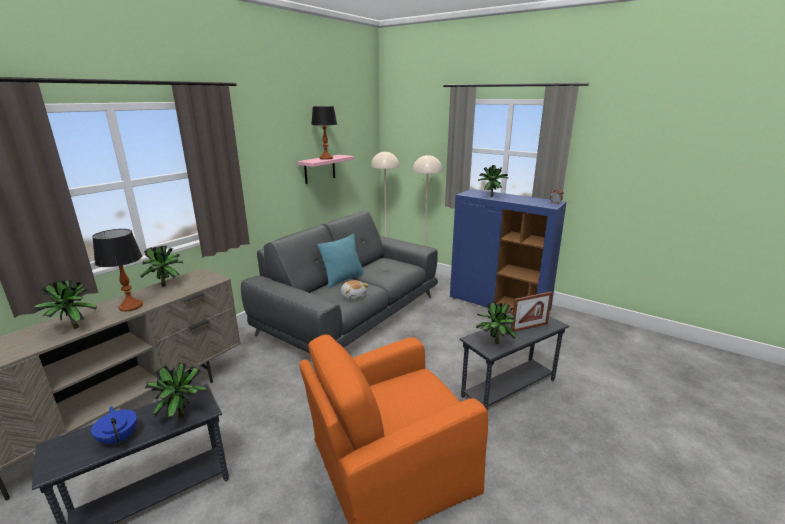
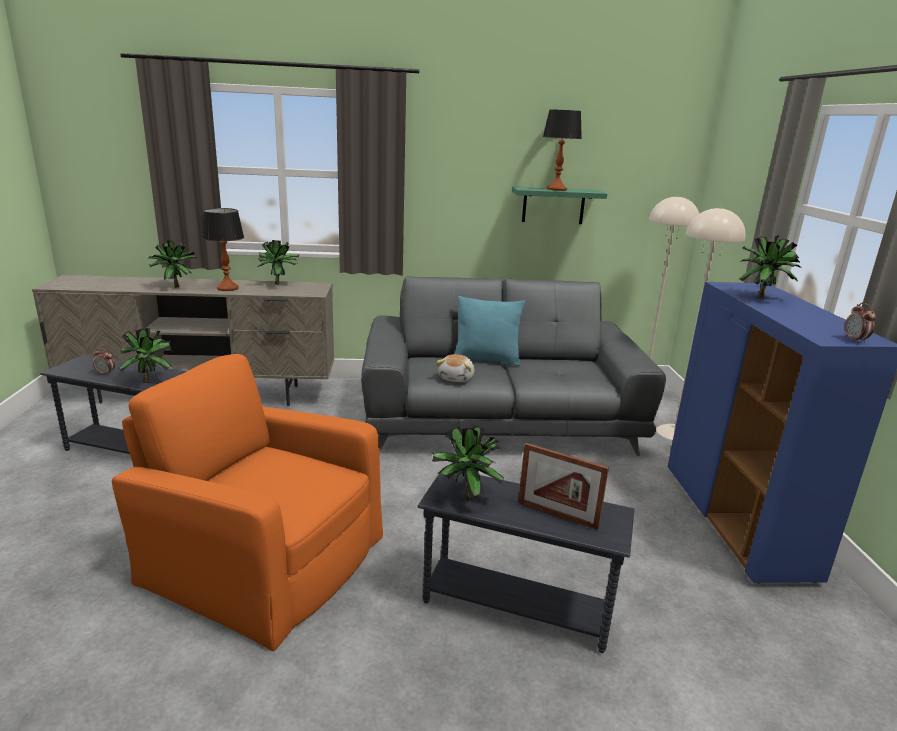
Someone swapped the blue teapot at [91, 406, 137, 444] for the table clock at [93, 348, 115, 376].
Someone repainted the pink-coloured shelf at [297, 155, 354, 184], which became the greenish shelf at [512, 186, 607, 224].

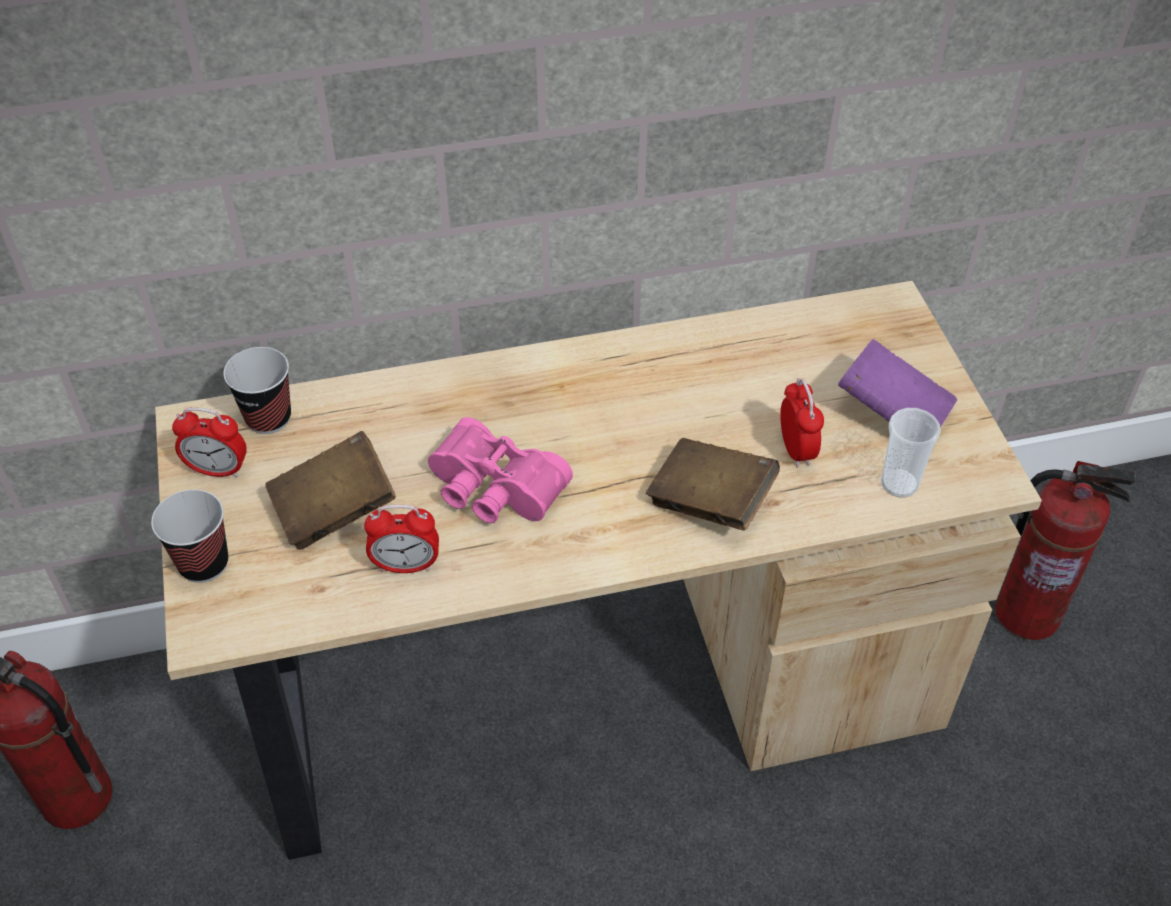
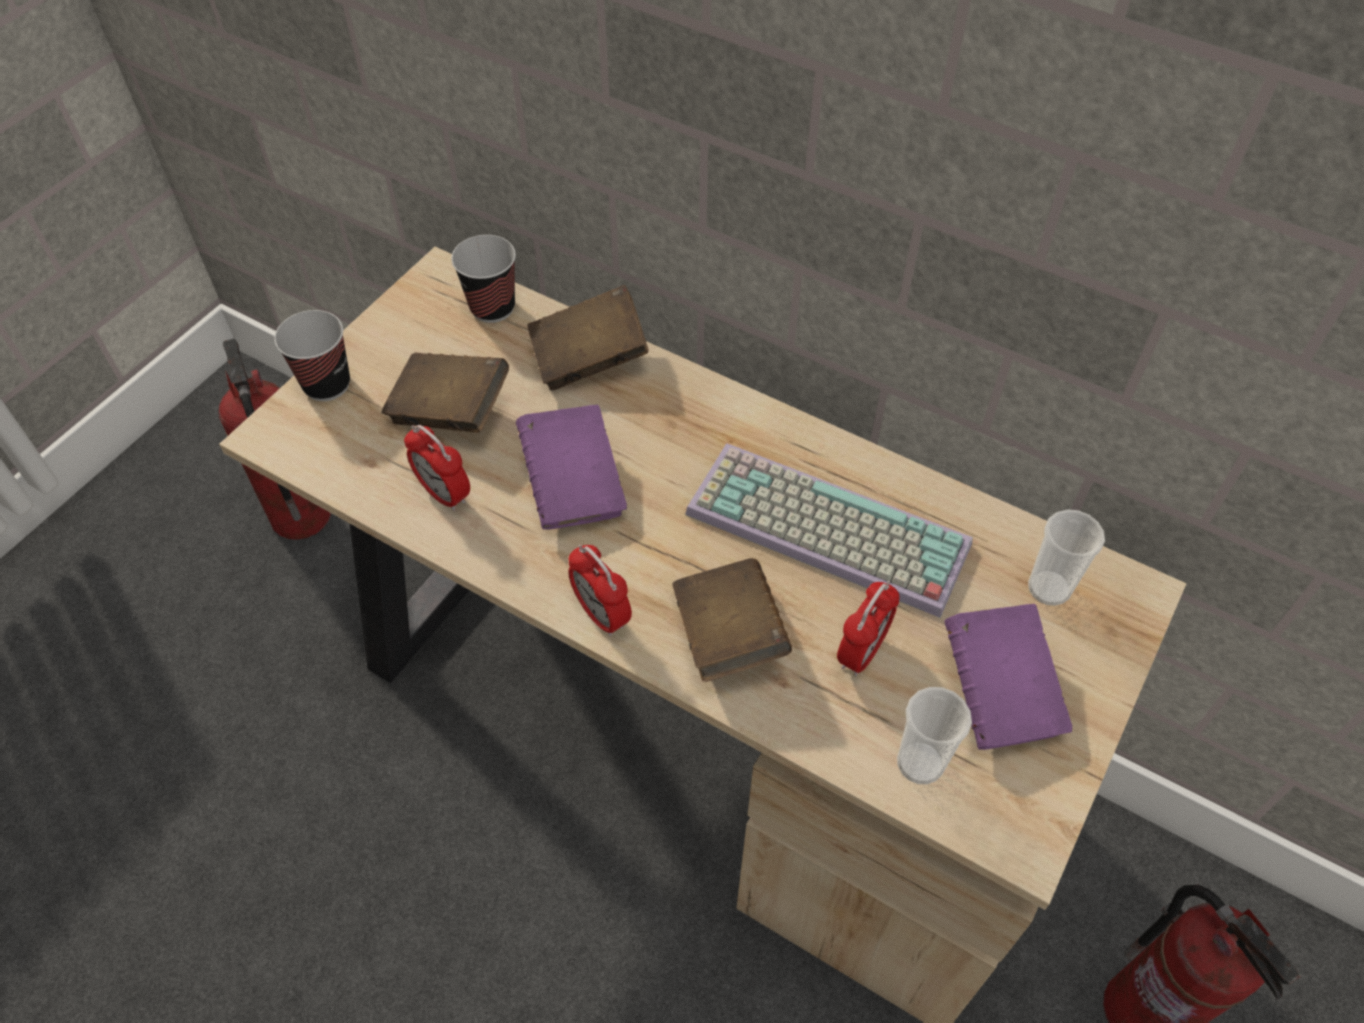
Someone carried the table clock from [172, 407, 247, 477] to [568, 545, 632, 636].
Someone swapped the pink-coloured binoculars at [428, 417, 573, 523] for the purplish book at [516, 405, 627, 530].
Someone put down the brown-coloured book at [527, 285, 649, 390].
Someone put down the computer keyboard at [685, 443, 973, 618].
Someone put down the drinking cup at [1028, 509, 1105, 606].

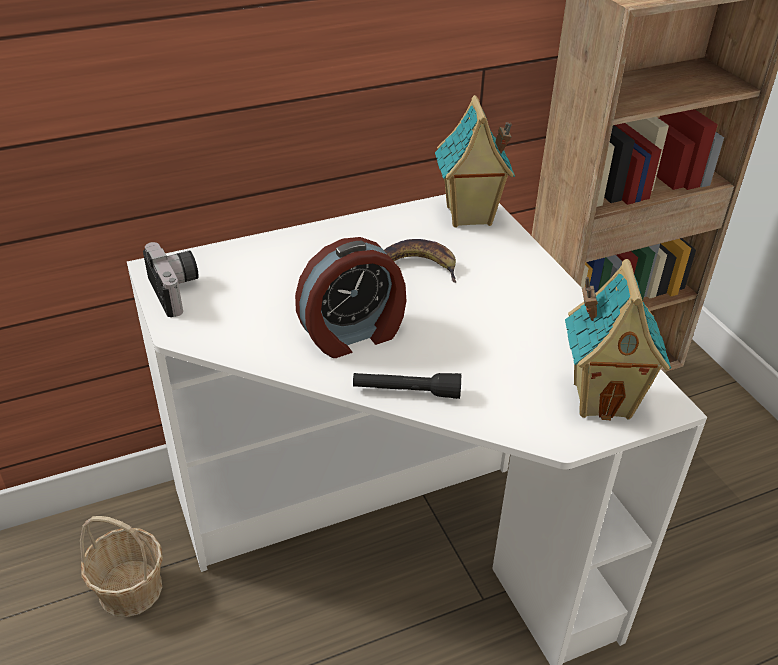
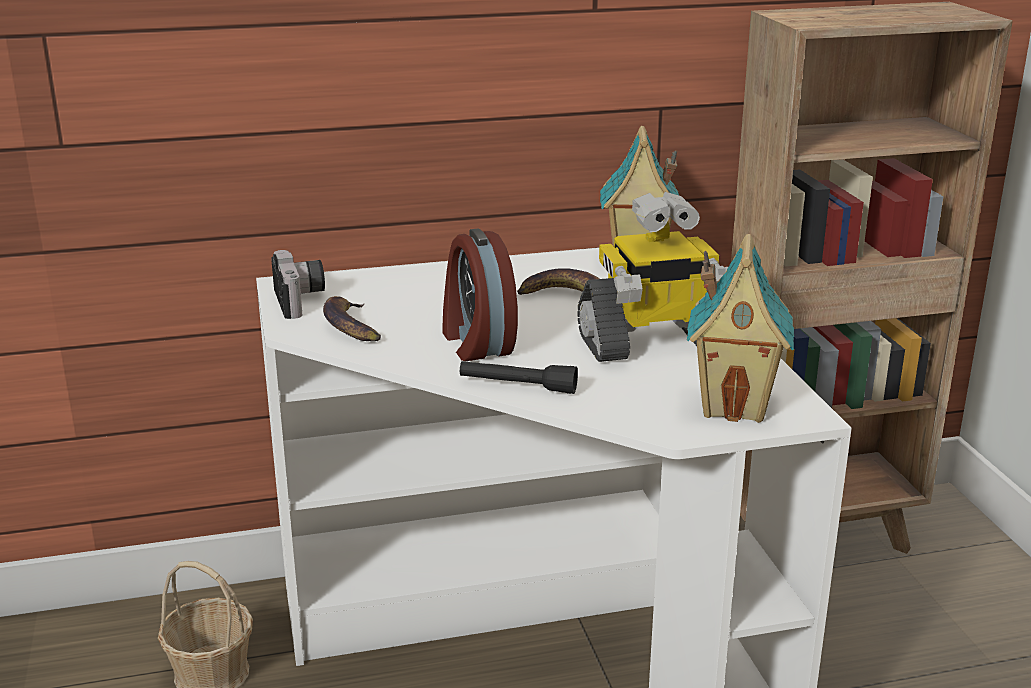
Someone rotated the table clock at [295, 237, 406, 358] by 90 degrees clockwise.
Someone put down the banana fruit at [323, 296, 381, 341].
Someone put down the robot figure at [577, 192, 728, 362].

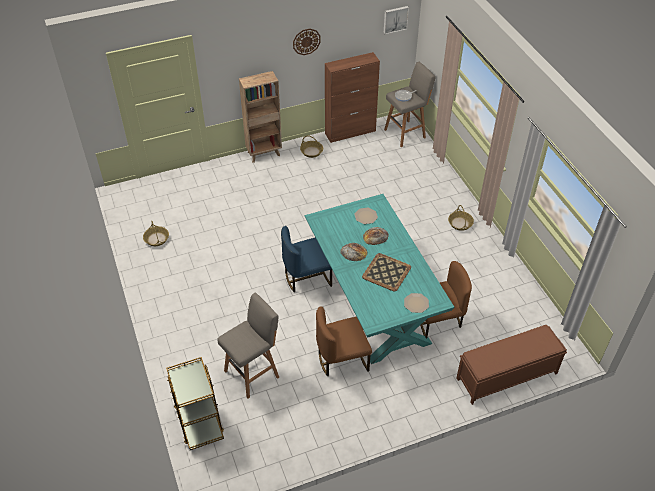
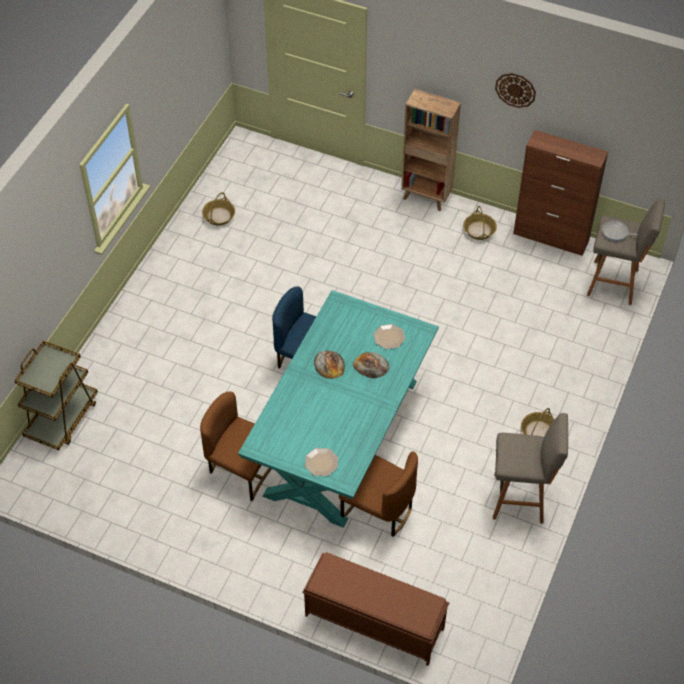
Someone carried the grey sitting stool from [217, 293, 279, 398] to [493, 413, 568, 524].
Someone took away the carrying tray at [362, 253, 411, 291].
Someone took away the wall art at [384, 6, 409, 34].

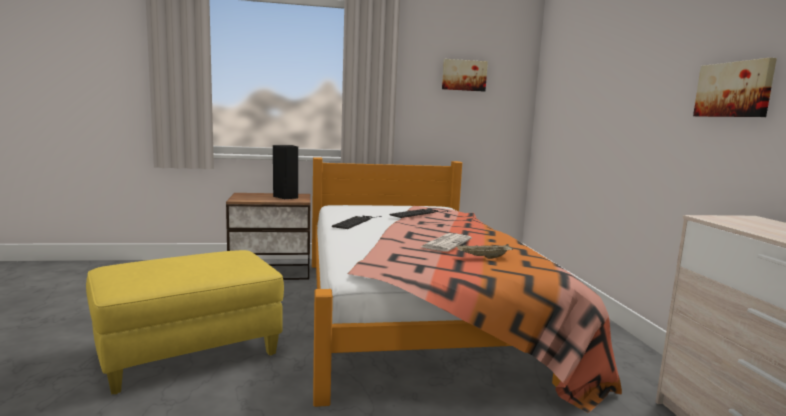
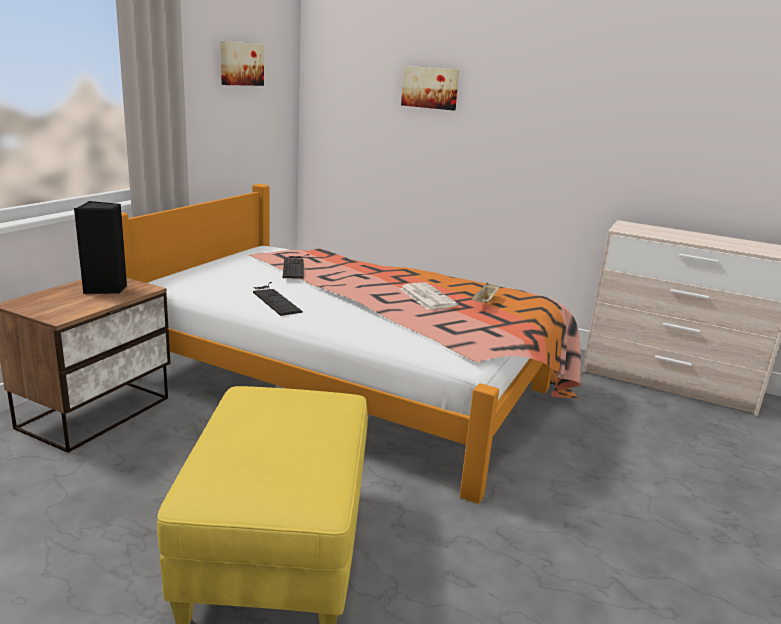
Someone carried the wall art from [693, 58, 777, 117] to [401, 66, 459, 110].

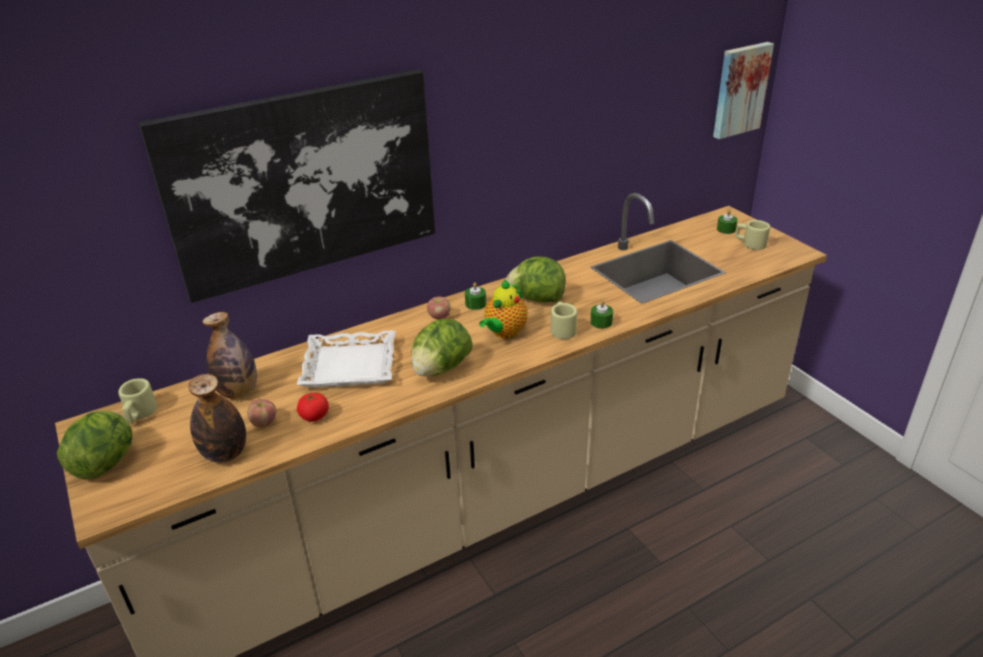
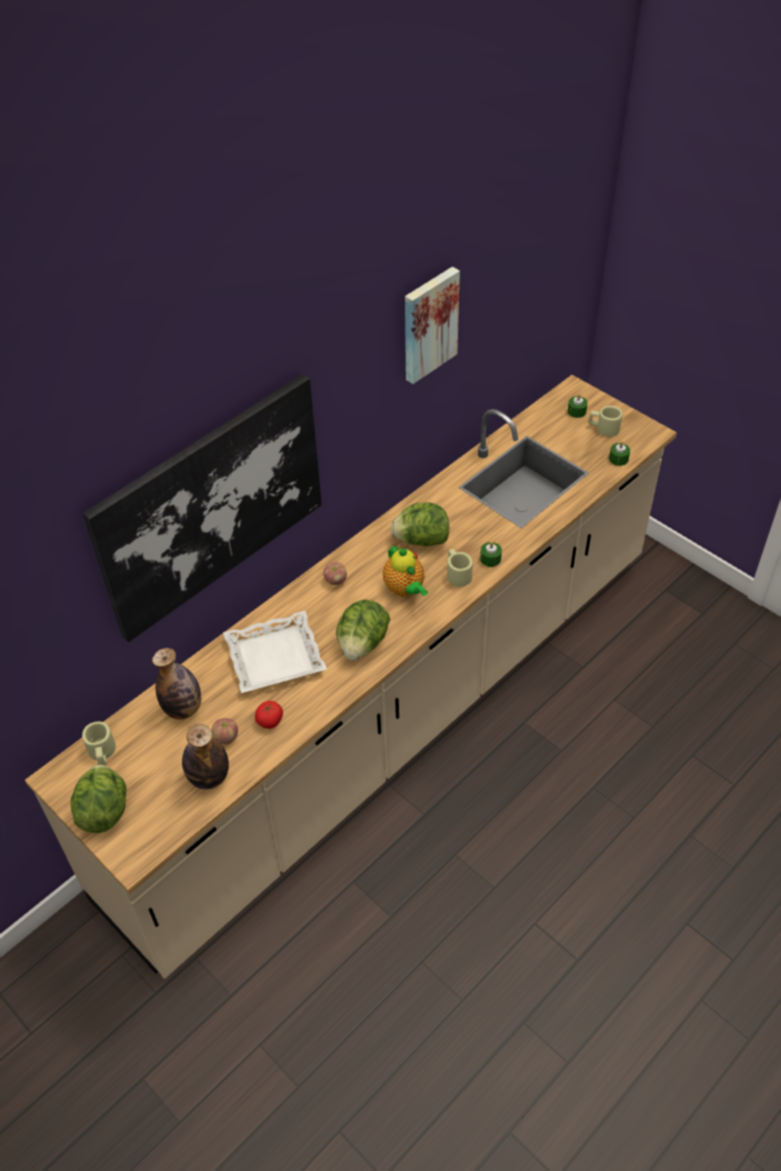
Someone carried the greenish wax light from [465, 282, 486, 310] to [609, 441, 630, 466].
Someone rotated the teapot at [479, 280, 528, 339] by 45 degrees counterclockwise.
Someone carried the wall art from [713, 42, 774, 139] to [405, 267, 460, 384].

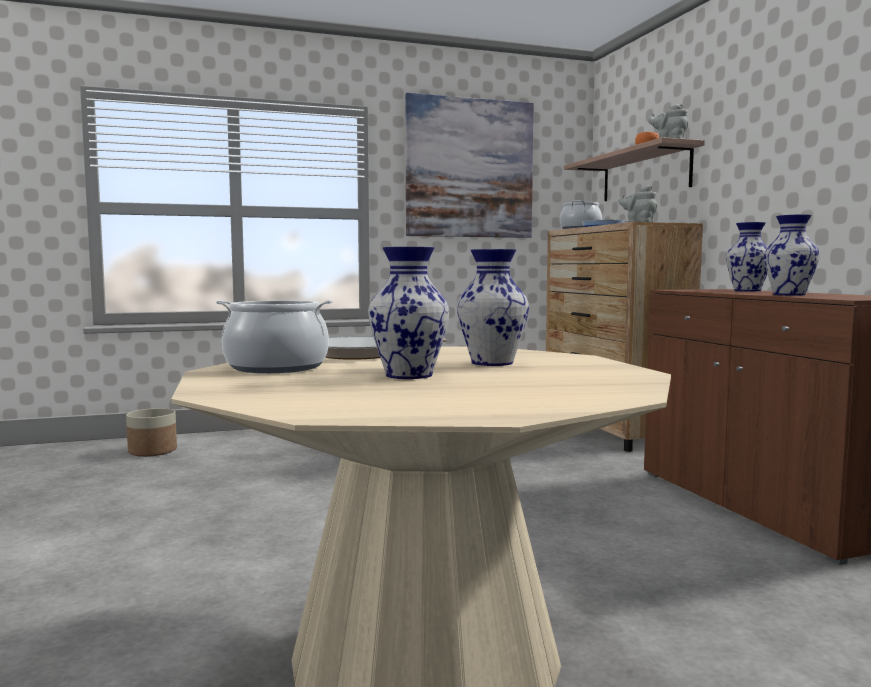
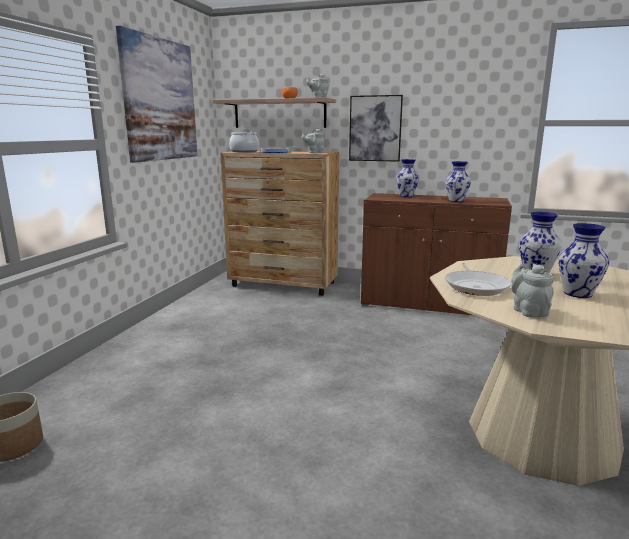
Someone swapped the stockpot at [216, 300, 333, 373] for the grey teapot at [511, 264, 554, 317].
Someone put up the wall art at [349, 95, 403, 162].

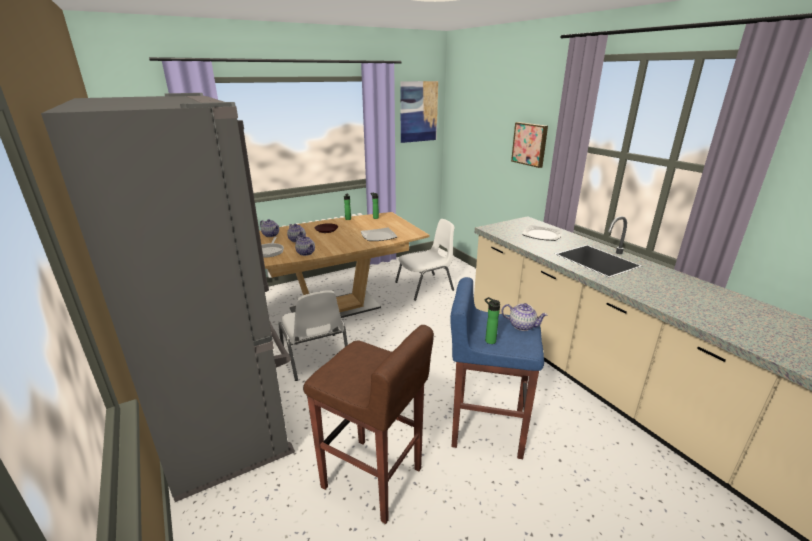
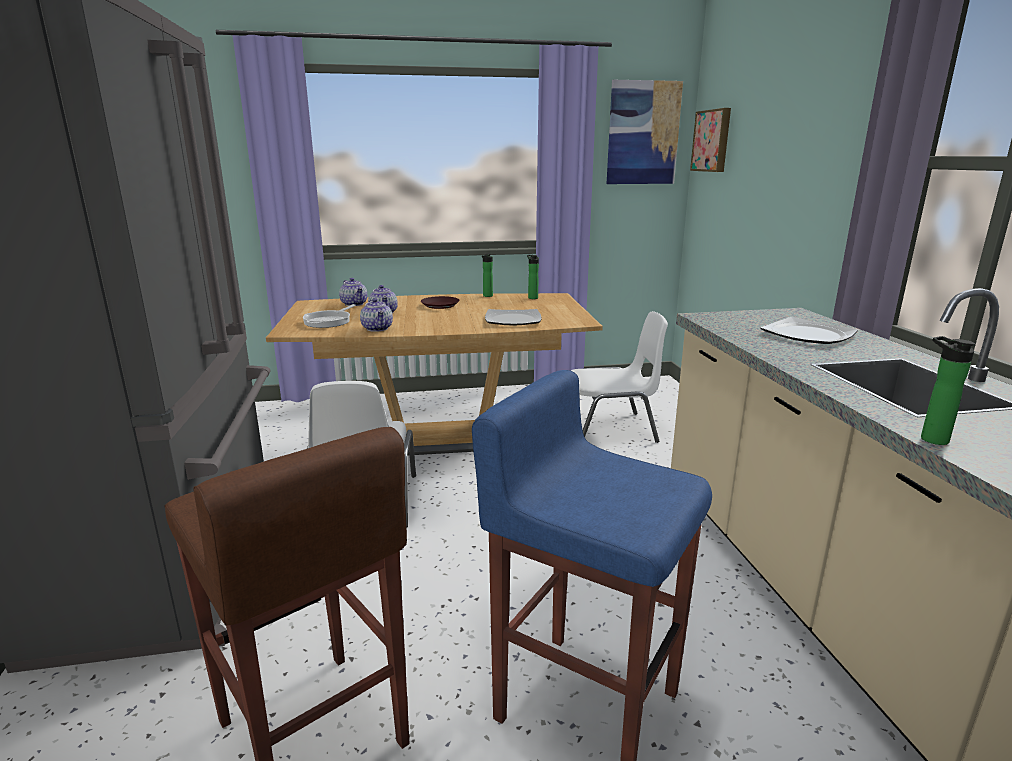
Someone carried the beverage bottle from [484, 297, 500, 344] to [921, 336, 976, 445].
Someone took away the teapot at [501, 303, 548, 331].
Someone carried the wall art from [511, 122, 548, 168] to [690, 108, 731, 172].

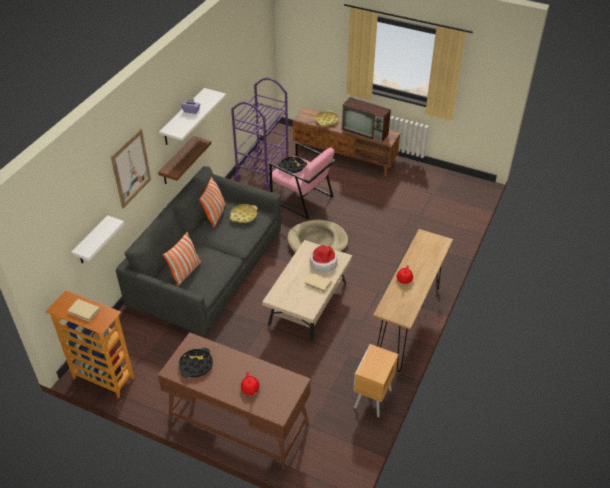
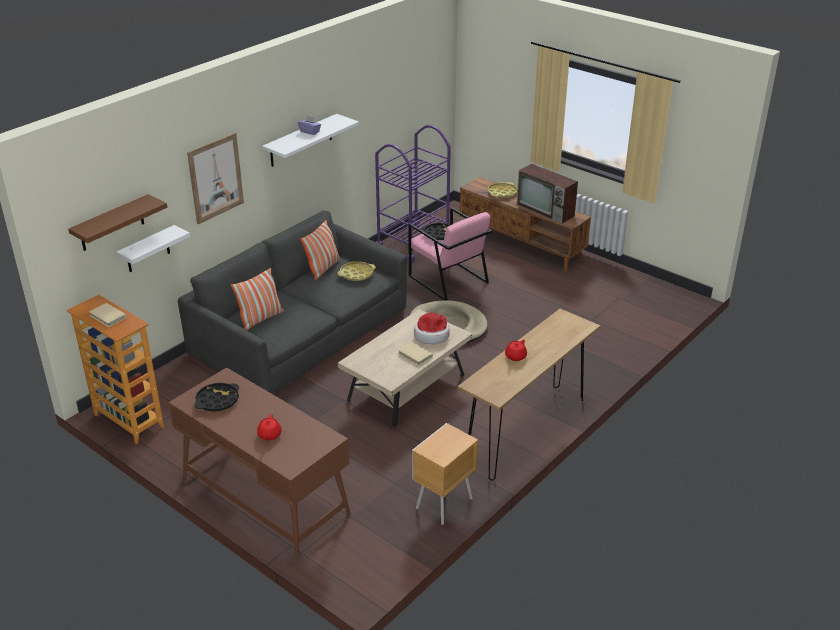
Someone carried the brown-coloured shelf from [158, 136, 211, 184] to [68, 194, 167, 251].

